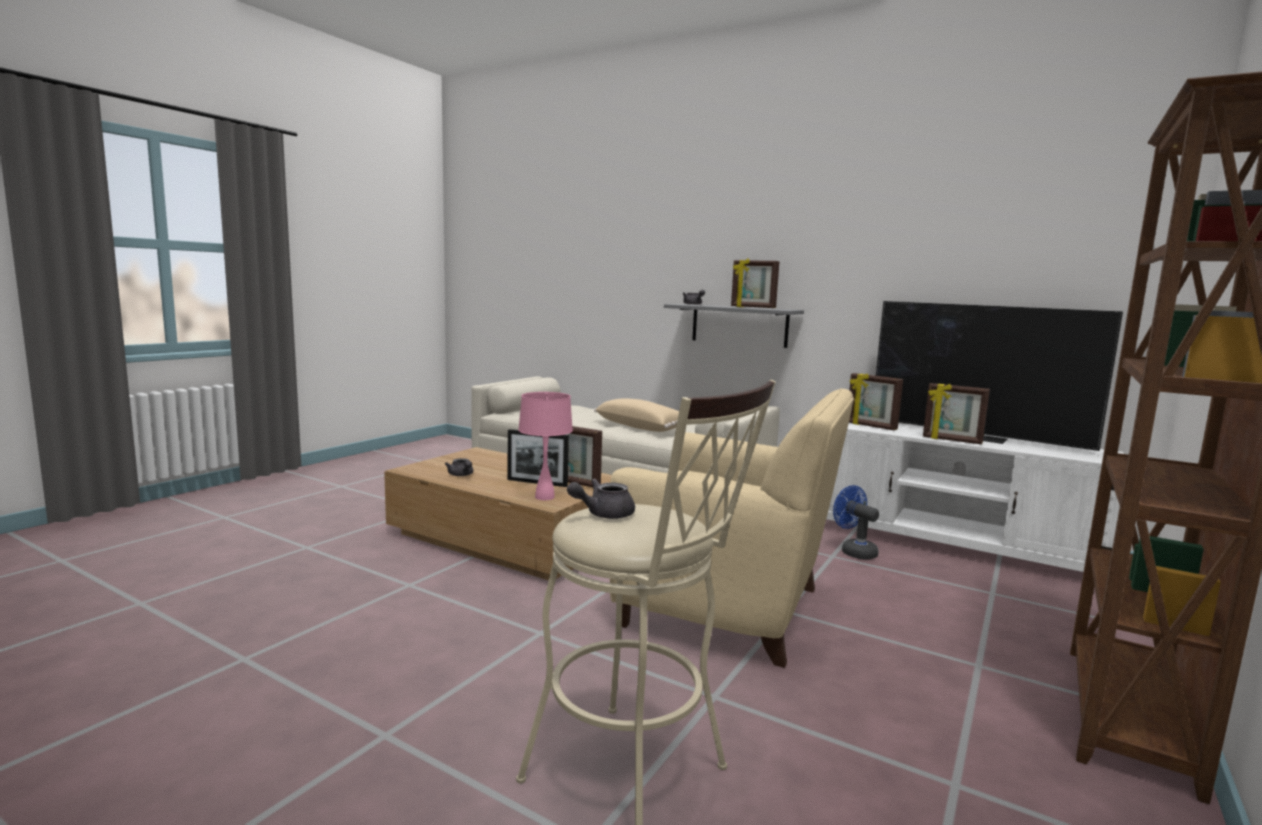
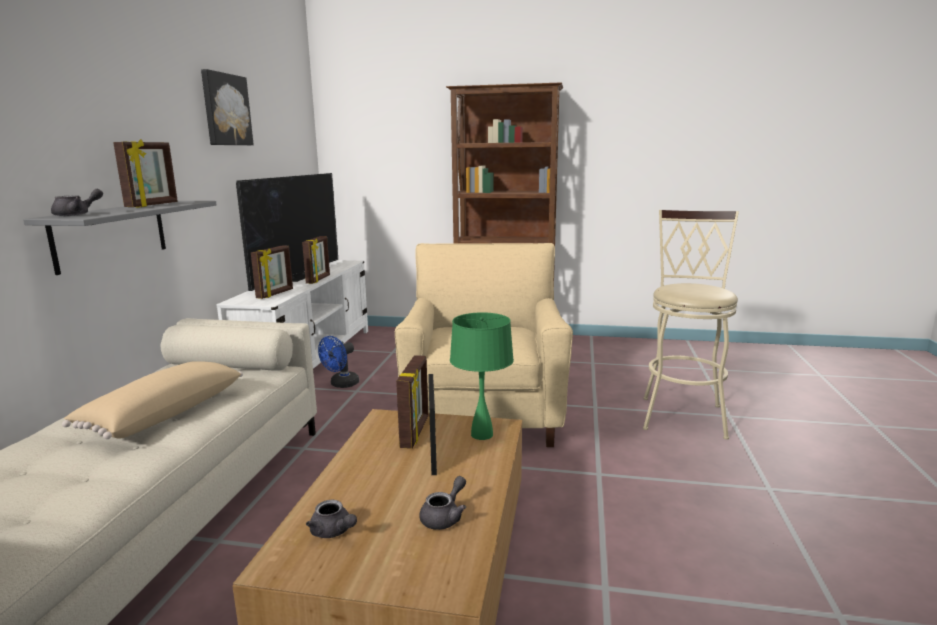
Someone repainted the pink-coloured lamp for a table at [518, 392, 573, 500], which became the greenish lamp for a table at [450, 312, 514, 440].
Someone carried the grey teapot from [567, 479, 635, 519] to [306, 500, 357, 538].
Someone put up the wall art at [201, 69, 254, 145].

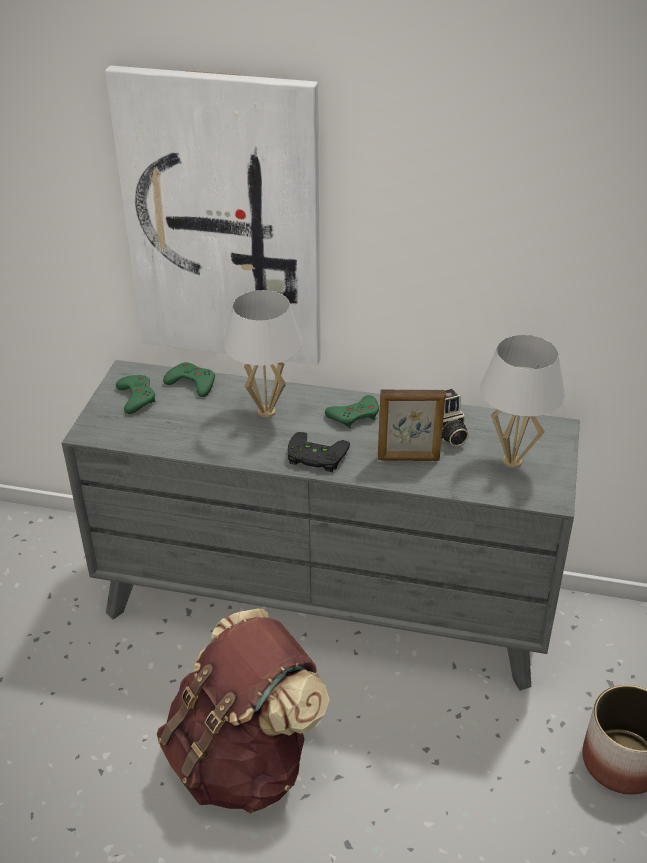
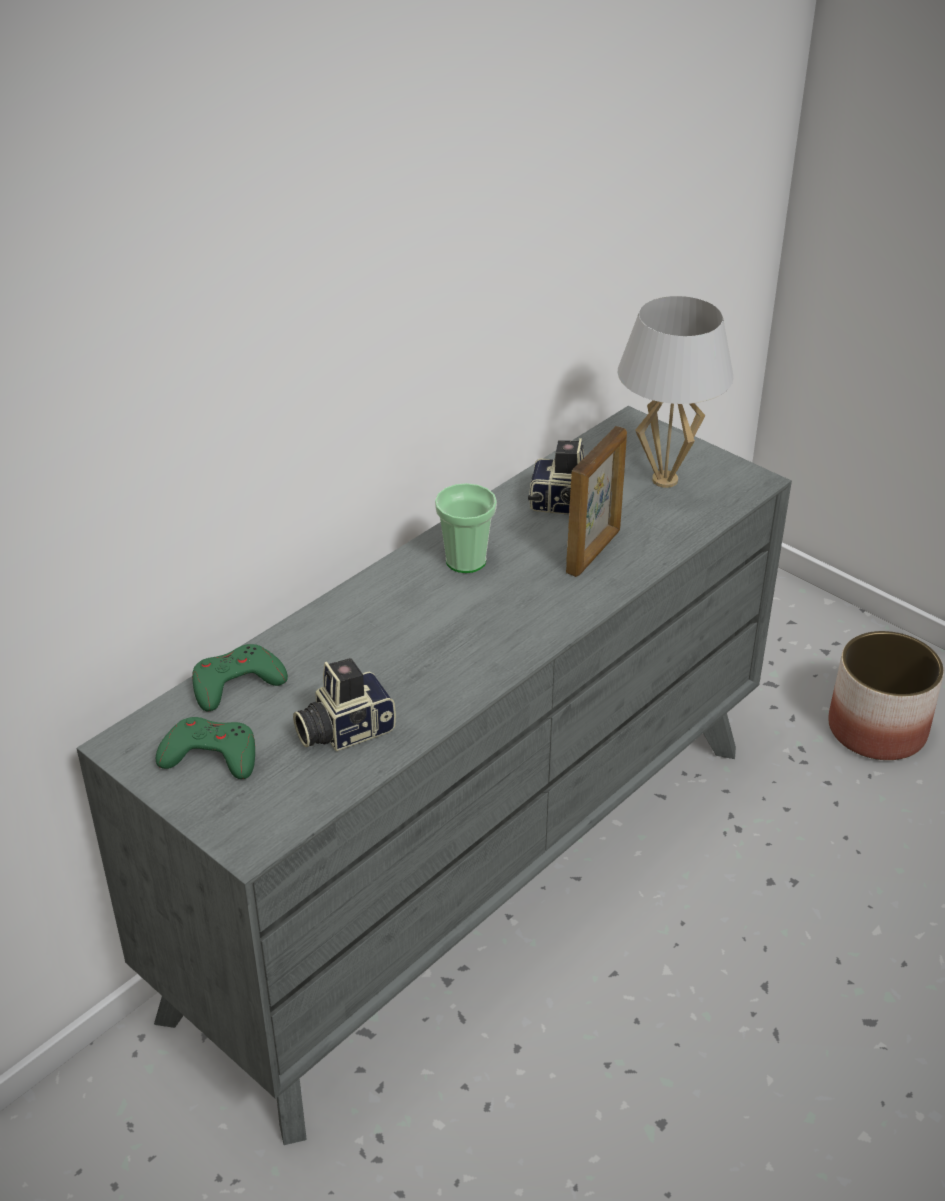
Someone took away the wall art at [105, 66, 321, 365].
Someone took away the brown-coloured knapsack at [157, 608, 330, 814].
Someone took away the whitish lamp for a table at [224, 290, 302, 418].
Someone took away the black-coloured gamepad at [288, 432, 350, 472].
Someone swapped the greenish gamepad at [325, 395, 379, 428] for the drinking cup at [435, 483, 497, 573].
Someone put down the still camera at [293, 658, 396, 751].

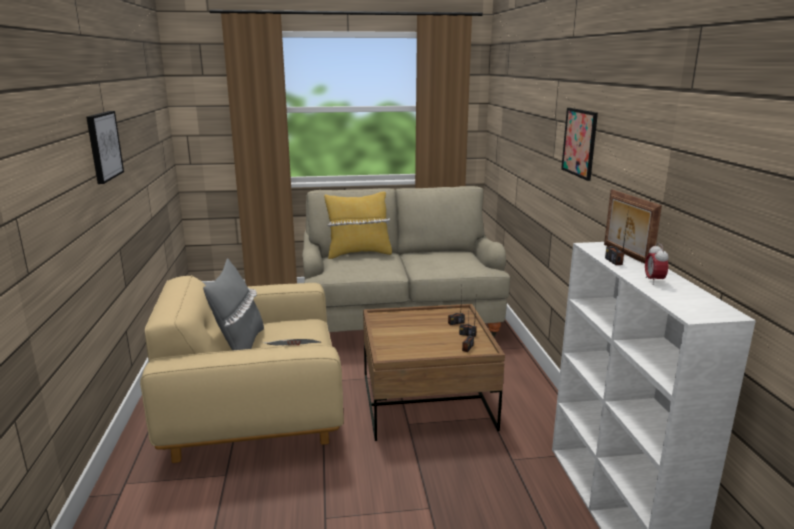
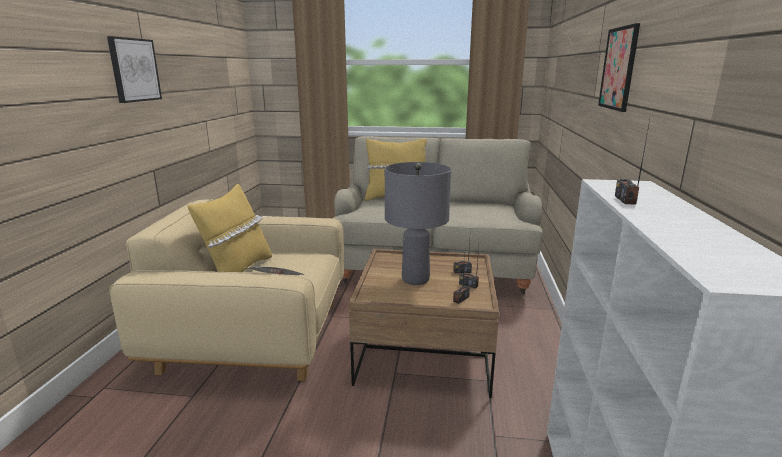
Someone repainted the grey cushion at [203, 258, 264, 351], which became the yellow cushion at [187, 184, 272, 272].
Someone took away the photo frame at [604, 189, 662, 264].
Someone took away the table clock at [645, 243, 669, 285].
Someone put down the grey lamp for a table at [385, 162, 451, 285].

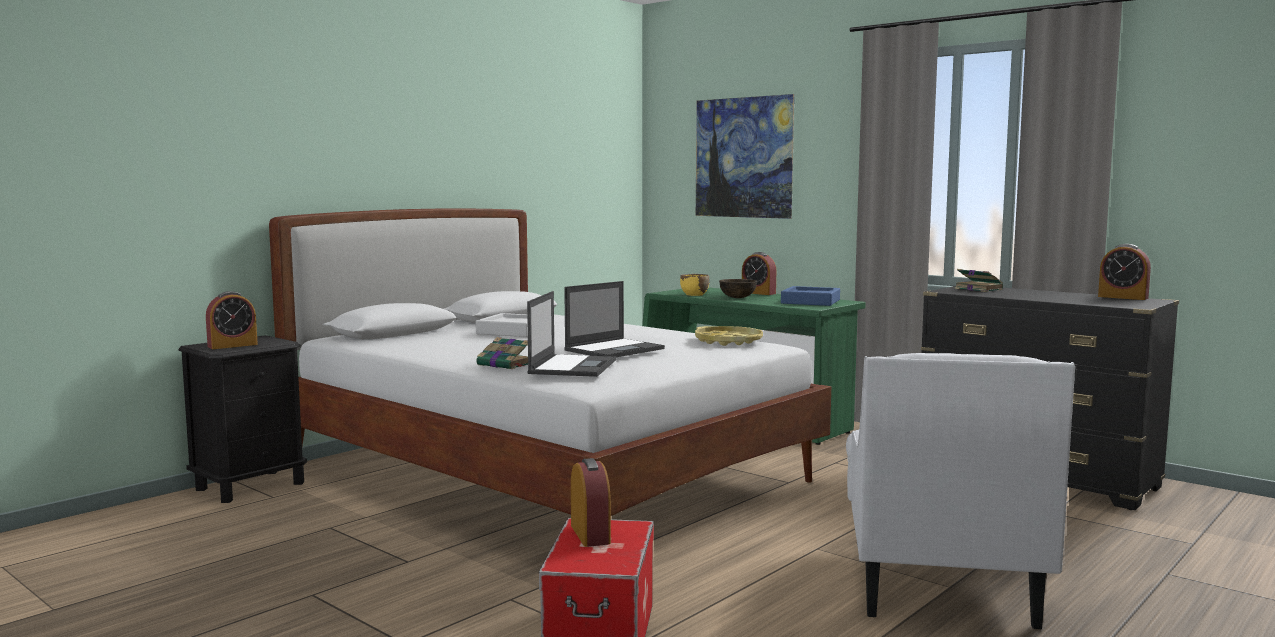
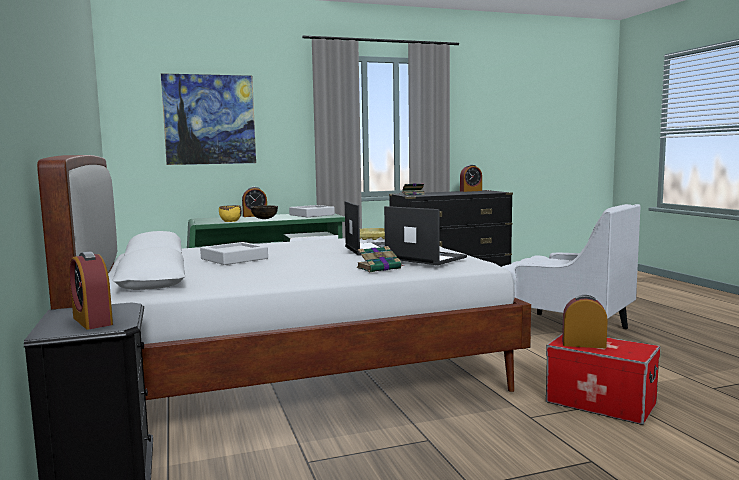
Someone rotated the table clock at [206, 291, 258, 349] by 150 degrees clockwise.
Someone repainted the blue carrying tray at [781, 286, 840, 306], which became the grey carrying tray at [289, 205, 335, 217].

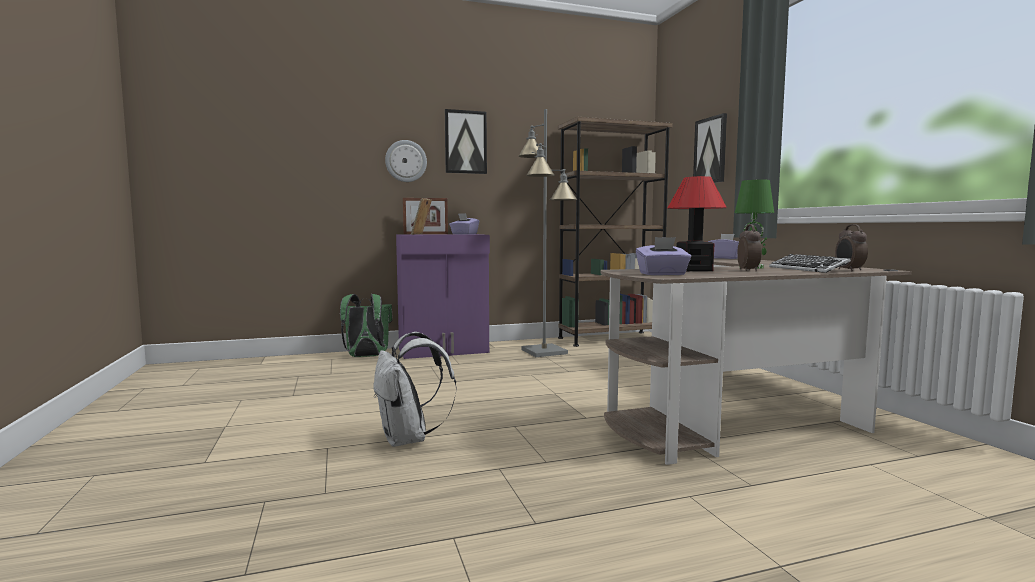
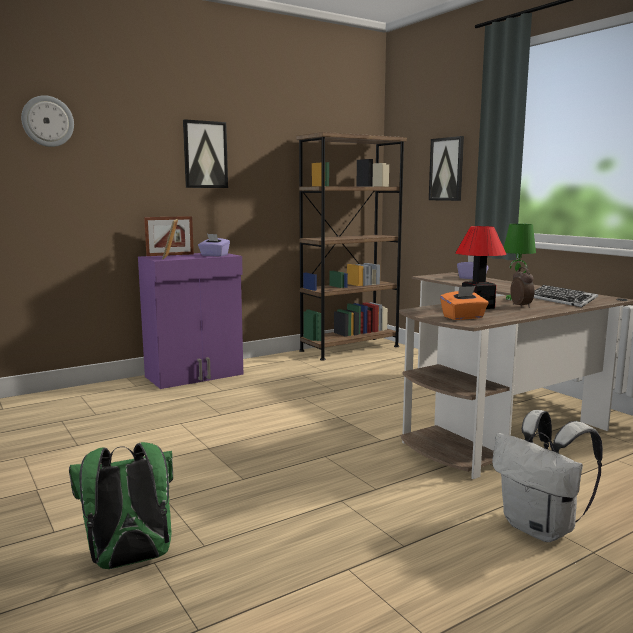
Someone carried the greenish knapsack from [340, 294, 393, 357] to [69, 442, 173, 569].
Someone carried the whitish knapsack from [373, 332, 457, 447] to [492, 410, 603, 542].
Someone carried the hanging clock from [385, 140, 427, 182] to [21, 95, 74, 147].
Someone took away the grey standing lamp at [518, 109, 577, 357].
Someone repainted the purplish tissue holder at [636, 237, 691, 275], which became the orange tissue holder at [440, 286, 488, 320].
Someone took away the table clock at [835, 224, 868, 271].

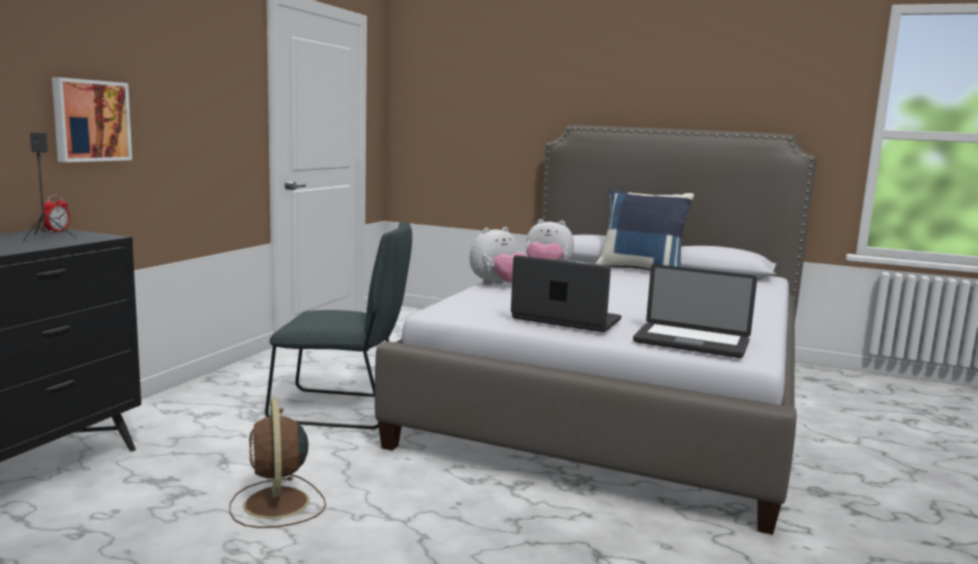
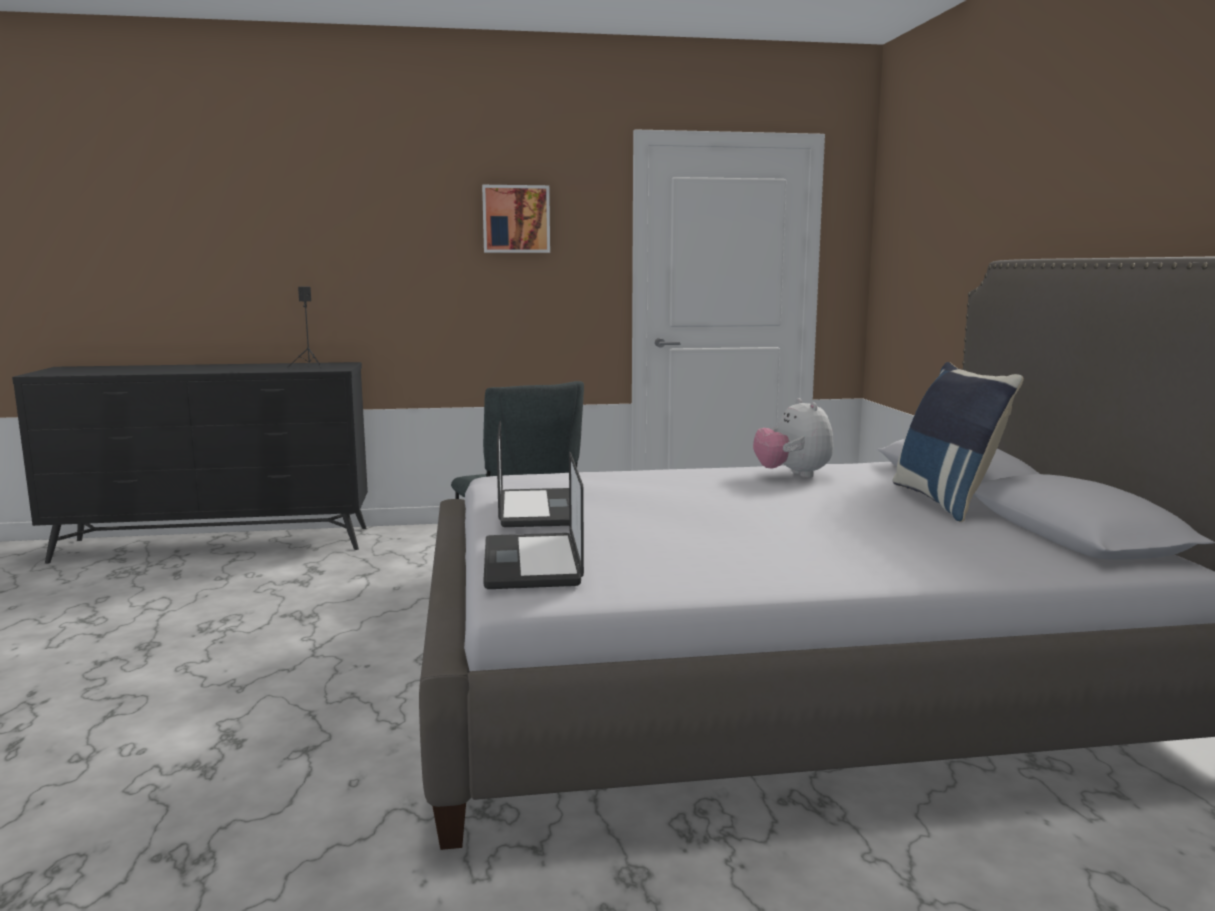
Someone took away the table clock at [42, 195, 70, 233].
Someone carried the wall art from [52, 77, 132, 162] to [482, 185, 550, 253].
Someone took away the brown-coloured cooling fan at [229, 399, 326, 528].
Someone took away the soft toy at [469, 227, 526, 285].

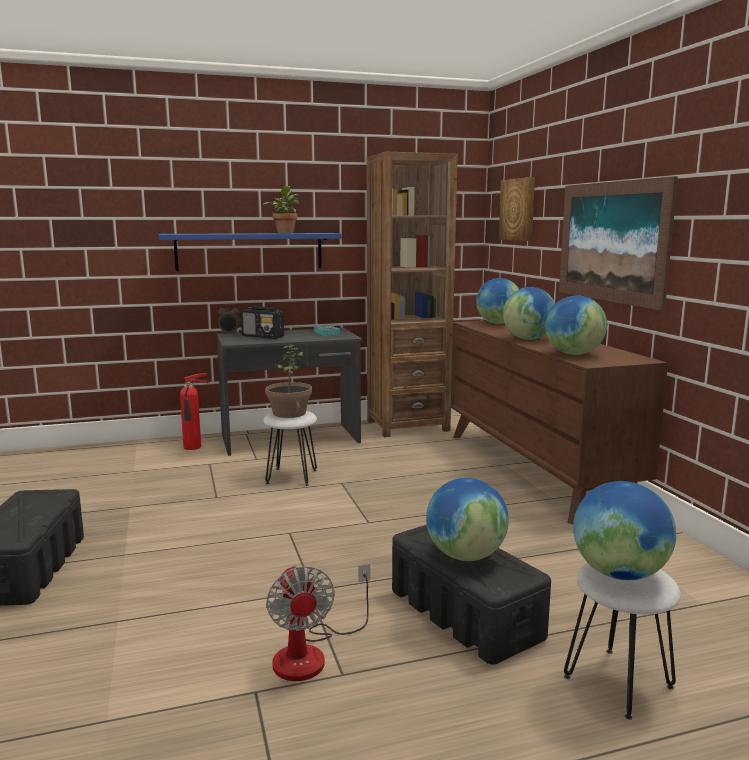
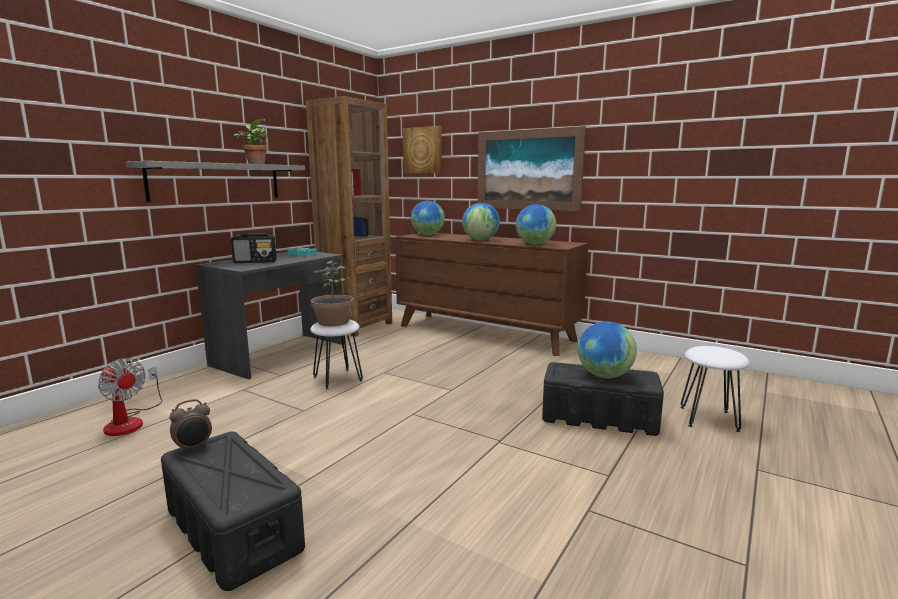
Someone repainted the blue shelf at [159, 233, 342, 271], which became the grey shelf at [126, 161, 305, 202].
Someone took away the extinguisher at [180, 373, 209, 450].
Someone carried the table clock from [218, 304, 240, 334] to [169, 399, 212, 453].
Someone carried the cooling fan from [266, 564, 370, 681] to [98, 358, 162, 436].
Someone took away the desk globe at [573, 481, 676, 580].

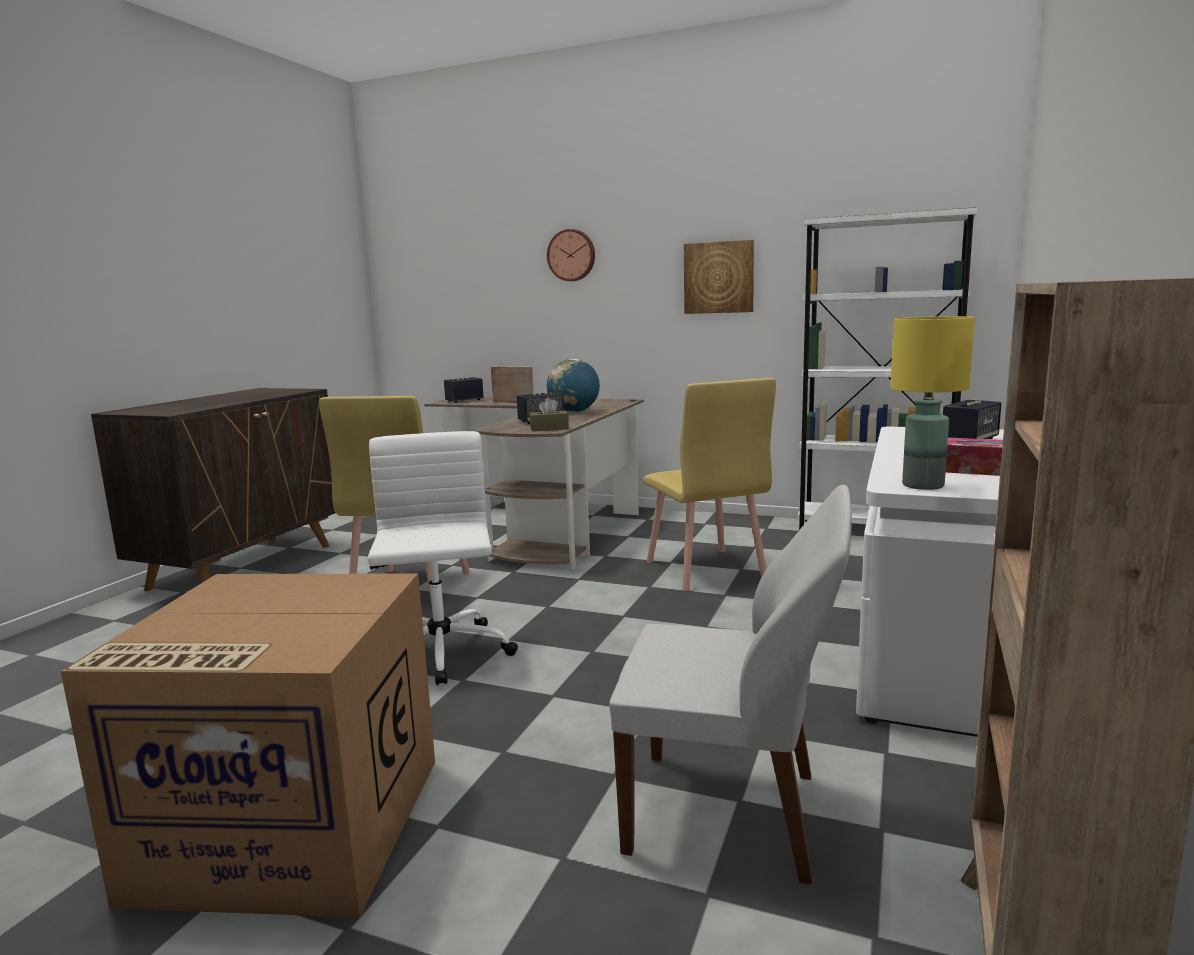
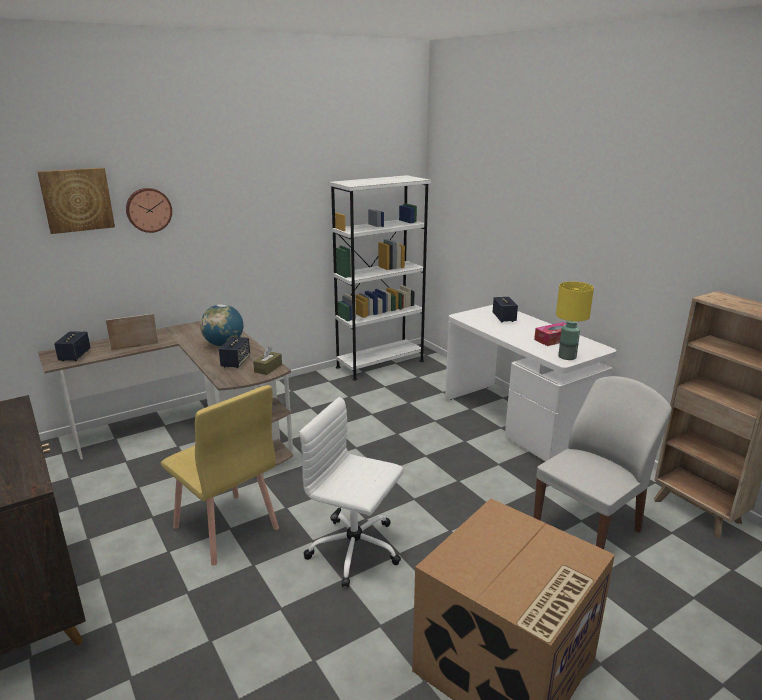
Someone took away the yellow chair at [643, 378, 776, 591].
Someone carried the wall art from [684, 240, 754, 314] to [38, 168, 115, 234].

